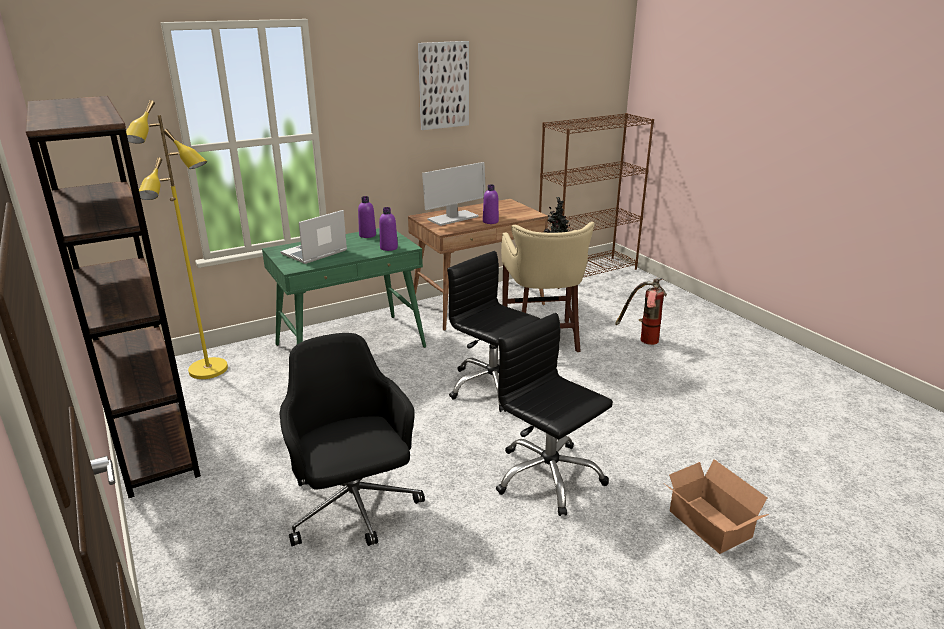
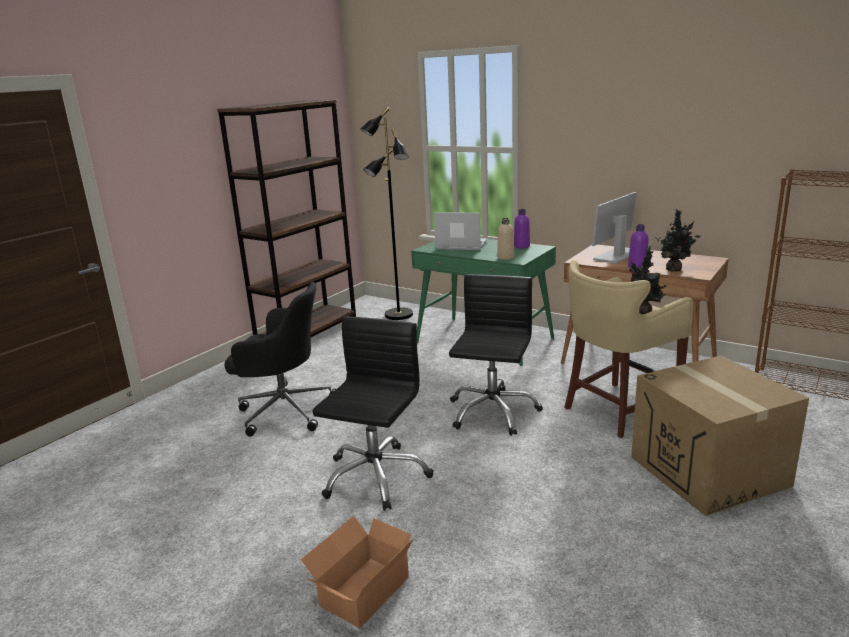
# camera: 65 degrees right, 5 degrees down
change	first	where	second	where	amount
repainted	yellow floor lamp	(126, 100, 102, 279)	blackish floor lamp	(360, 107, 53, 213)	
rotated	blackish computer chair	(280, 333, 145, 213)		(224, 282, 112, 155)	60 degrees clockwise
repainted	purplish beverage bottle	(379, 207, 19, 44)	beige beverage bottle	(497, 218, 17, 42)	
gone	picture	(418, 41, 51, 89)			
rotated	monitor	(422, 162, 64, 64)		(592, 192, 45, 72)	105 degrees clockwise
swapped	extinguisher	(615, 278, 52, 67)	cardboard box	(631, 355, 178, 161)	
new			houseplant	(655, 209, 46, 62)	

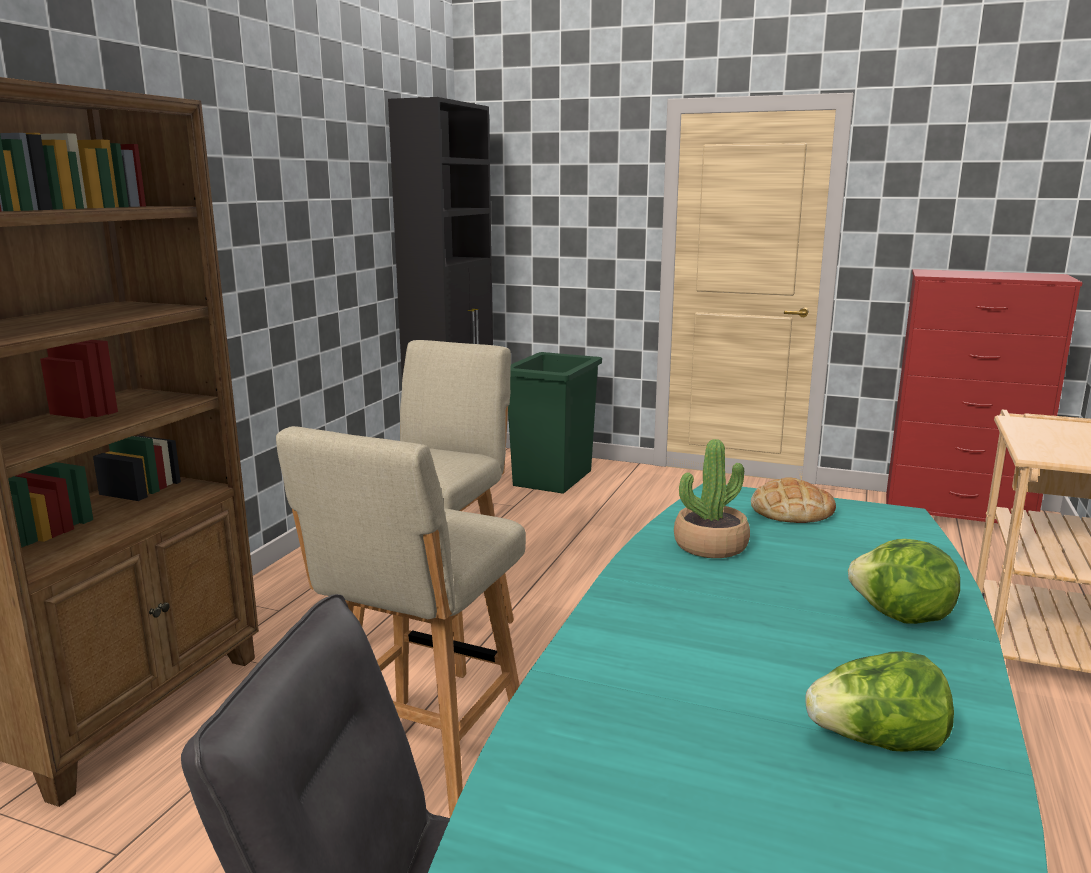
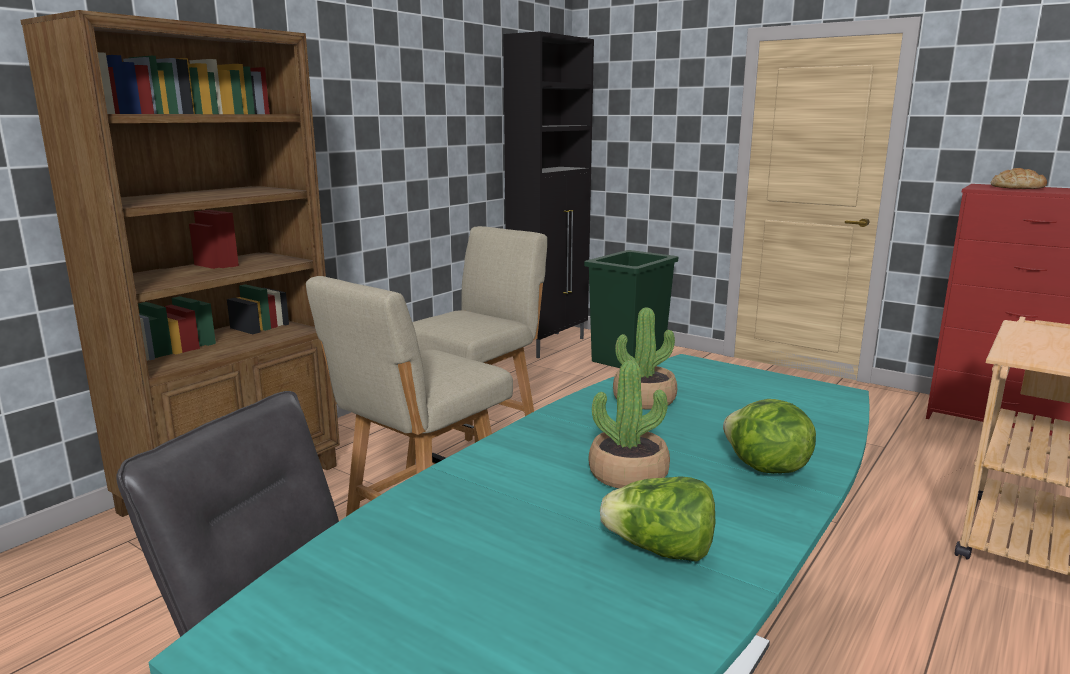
# camera: 15 degrees right, 0 degrees up
change	first	where	second	where	amount
shifted	bread	(751, 477, 85, 46)		(991, 168, 56, 21)	
new			houseplant	(589, 360, 81, 129)	

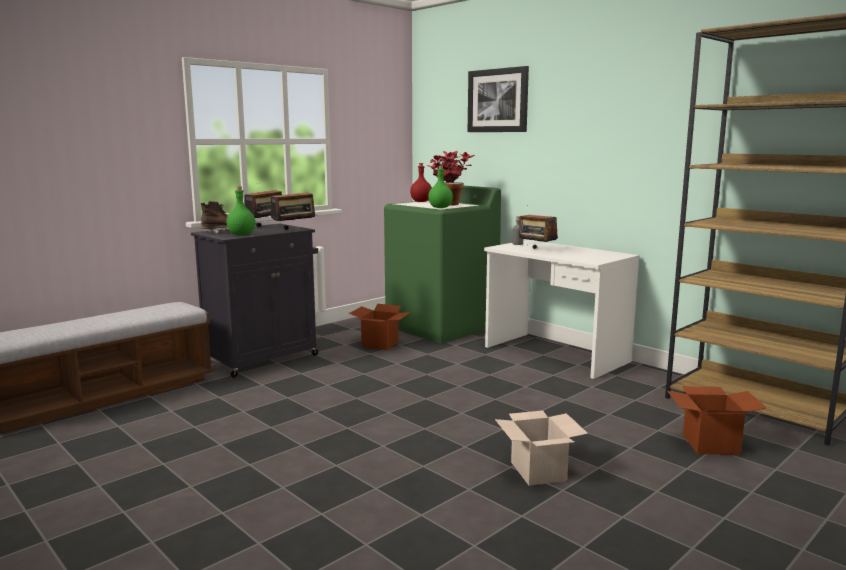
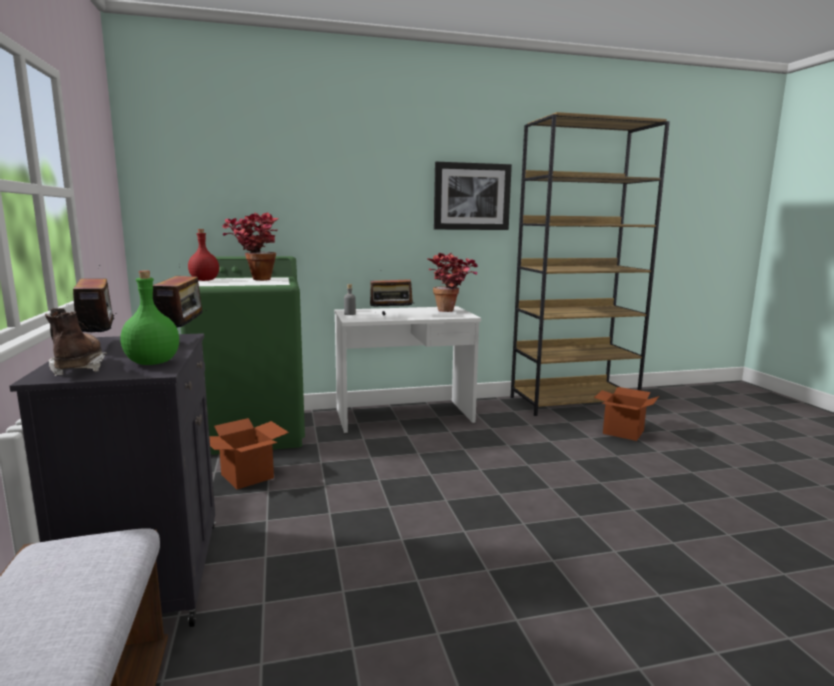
# camera: 60 degrees left, 0 degrees up
change	first	where	second	where	amount
gone	green-coloured beverage bottle	(428, 166, 25, 42)			
shifted	picture	(468, 66, 61, 66)		(434, 162, 78, 68)	
gone	cardboard box	(495, 410, 93, 76)			
new			houseplant	(427, 253, 51, 59)	

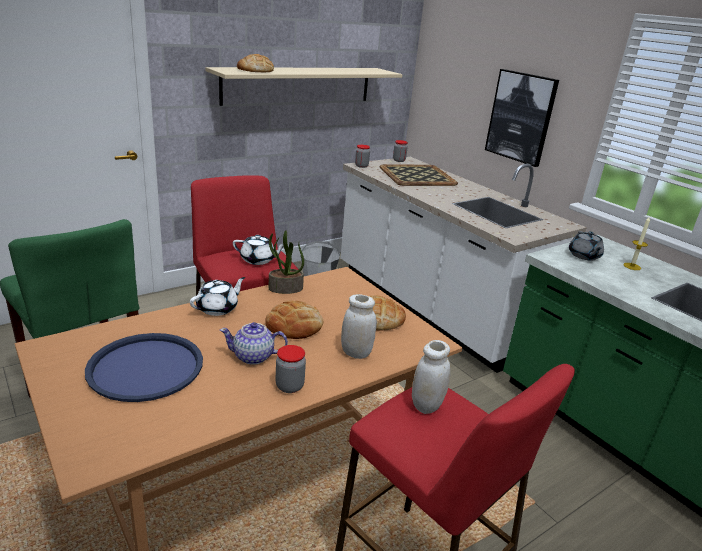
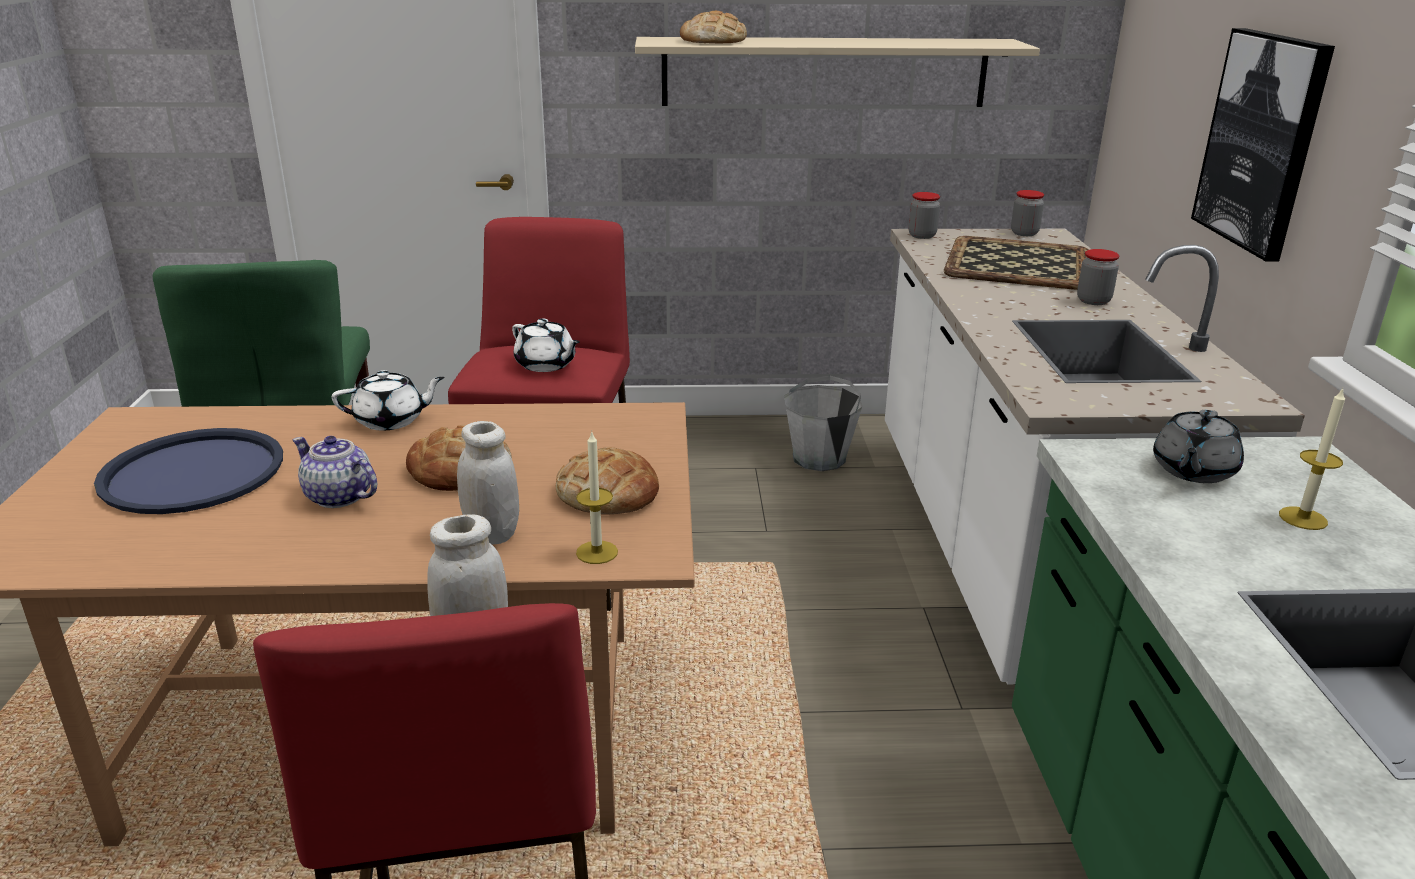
# camera: 35 degrees right, 0 degrees up
change	first	where	second	where	amount
gone	houseplant	(268, 230, 36, 64)			
shifted	storage jar	(275, 345, 31, 48)		(1077, 249, 42, 56)	
new			wax light	(576, 432, 42, 132)	

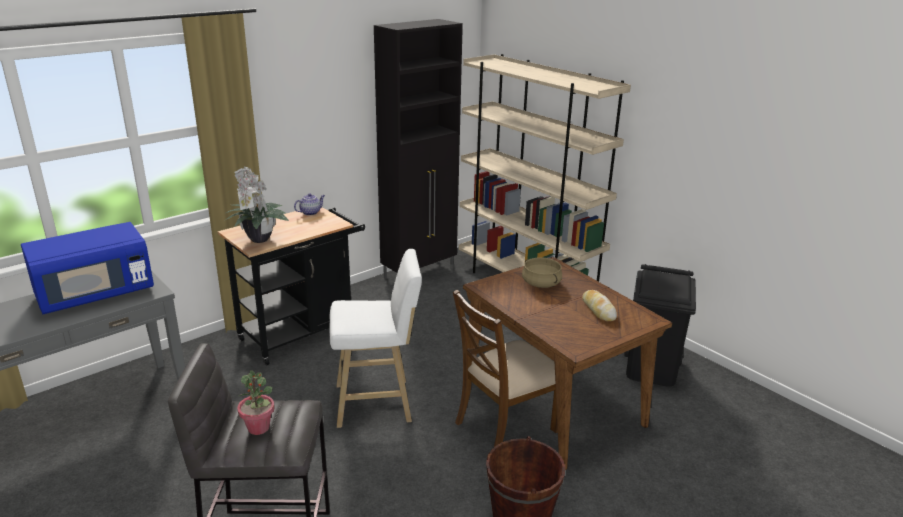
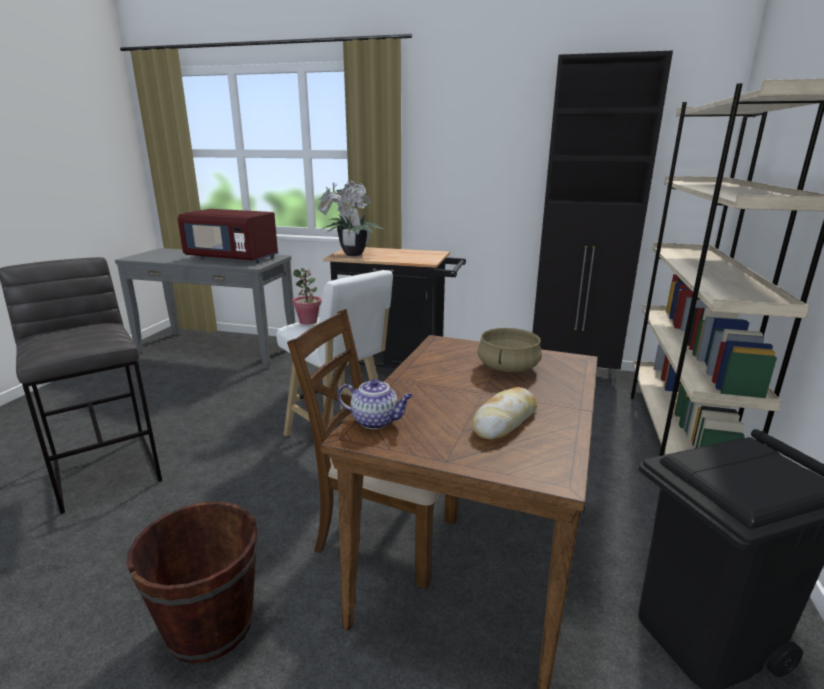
# camera: 55 degrees right, 5 degrees down
change	first	where	second	where	amount
repainted	blue microwave oven	(21, 222, 133, 93)	reddish microwave oven	(178, 209, 101, 54)	
shifted	houseplant	(237, 370, 38, 65)		(292, 268, 30, 57)	
shifted	teapot	(294, 193, 31, 23)		(338, 379, 75, 50)	

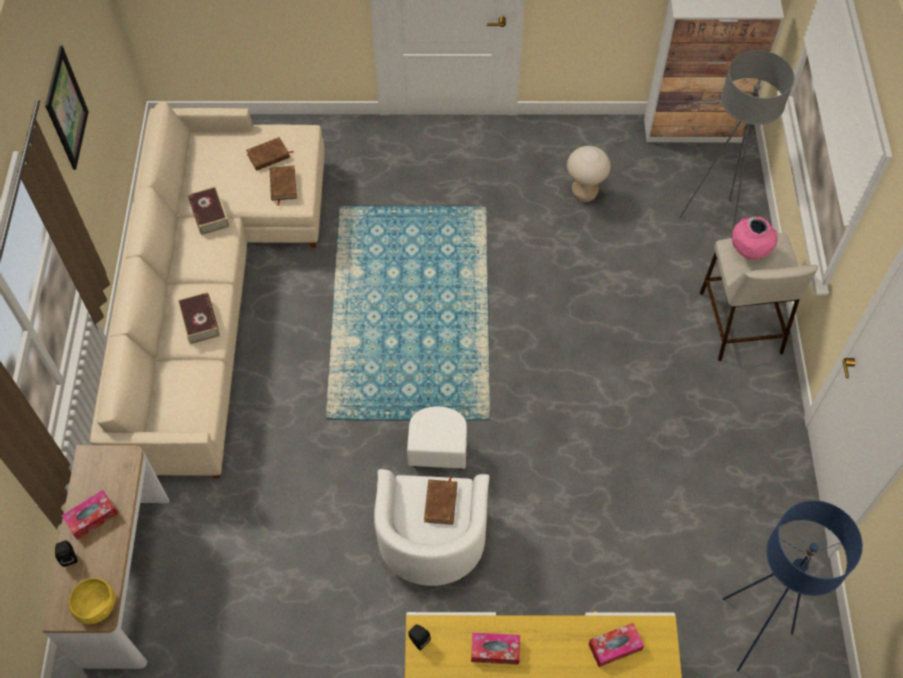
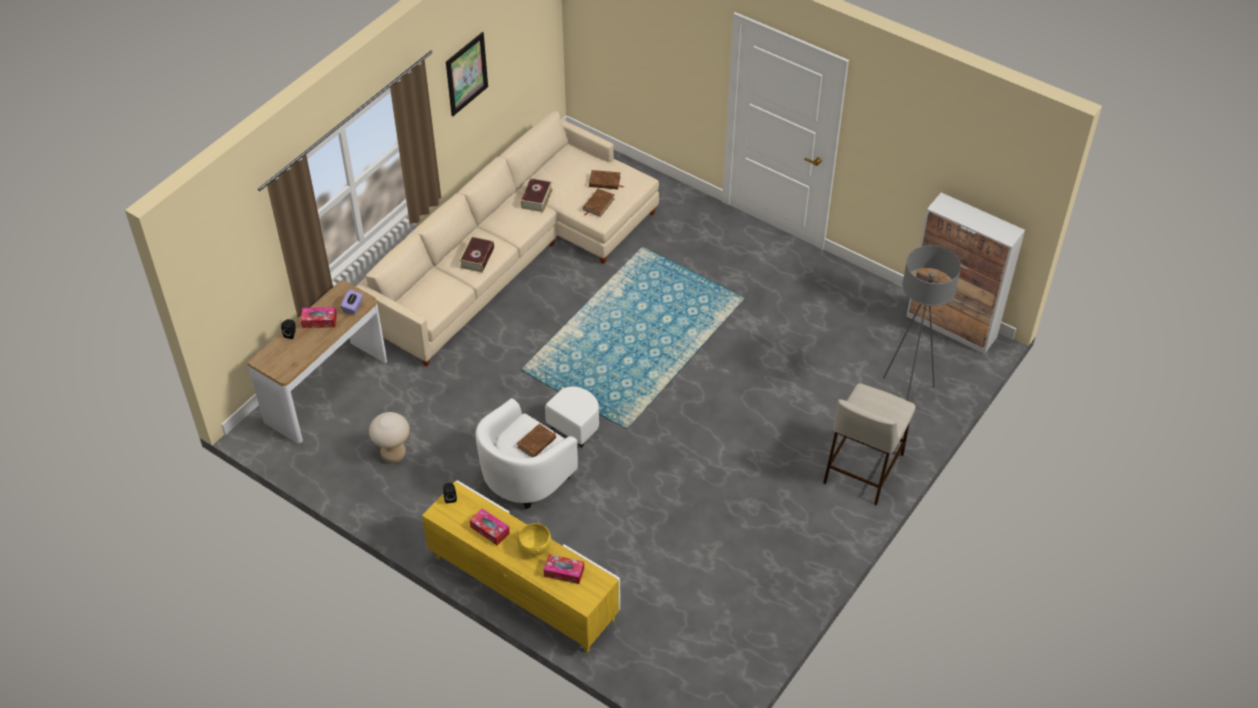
# camera: 35 degrees right, 10 degrees down
change	first	where	second	where	amount
shifted	yellow serving bowl	(69, 578, 47, 46)		(517, 523, 34, 33)	
shifted	beige sitting stool	(567, 146, 44, 56)		(369, 412, 41, 51)	
gone	blue floor lamp	(723, 500, 140, 172)			
gone	pink-coloured decorative vase	(732, 217, 46, 42)			
new			purplish box of tissues	(341, 289, 22, 26)	

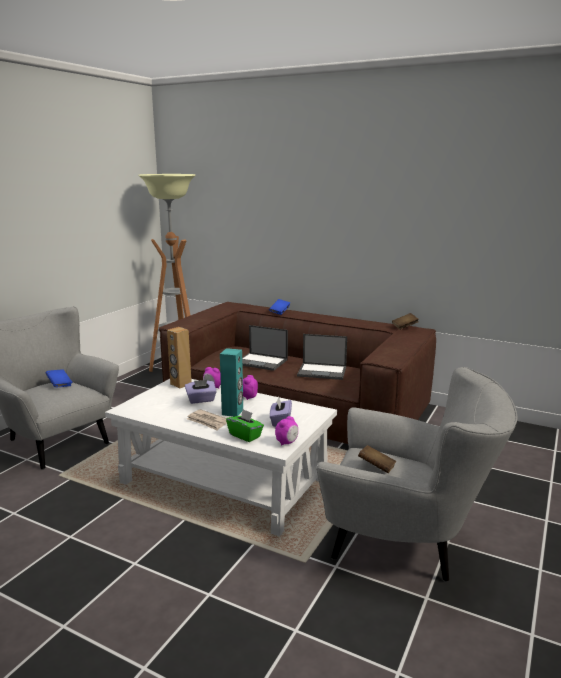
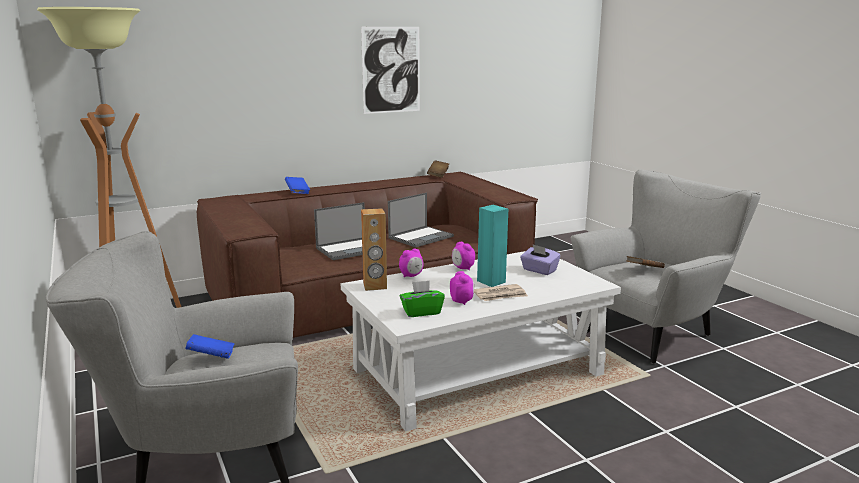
# camera: 55 degrees left, 0 degrees up
change	first	where	second	where	amount
gone	purplish box of tissues	(185, 380, 32, 24)			
shifted	green-coloured box of tissues	(226, 409, 38, 33)		(400, 280, 45, 37)	
shifted	table clock	(275, 416, 23, 30)		(450, 271, 24, 34)	
new			picture	(361, 27, 59, 87)	

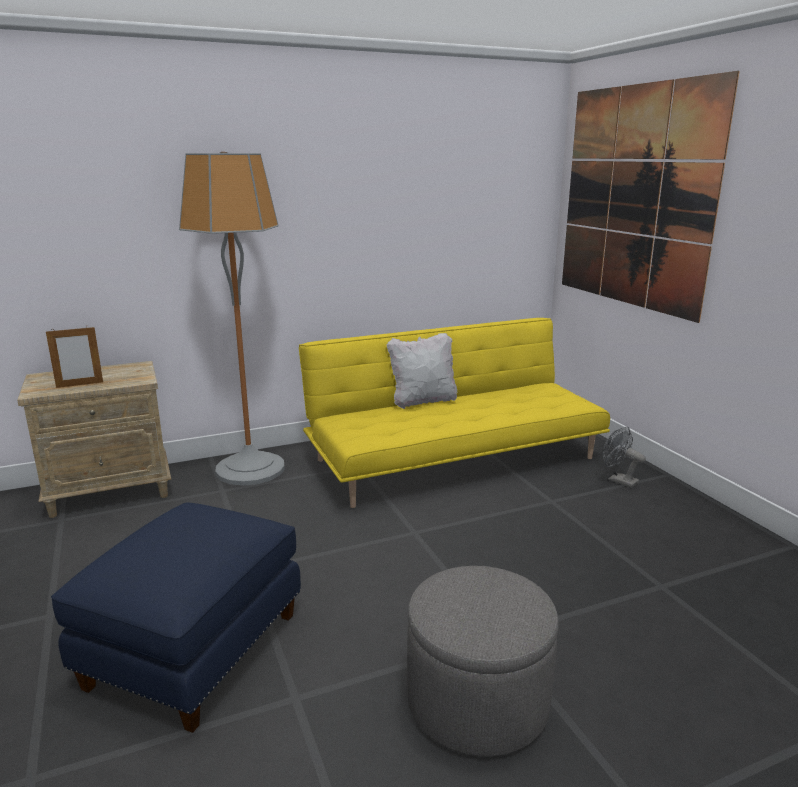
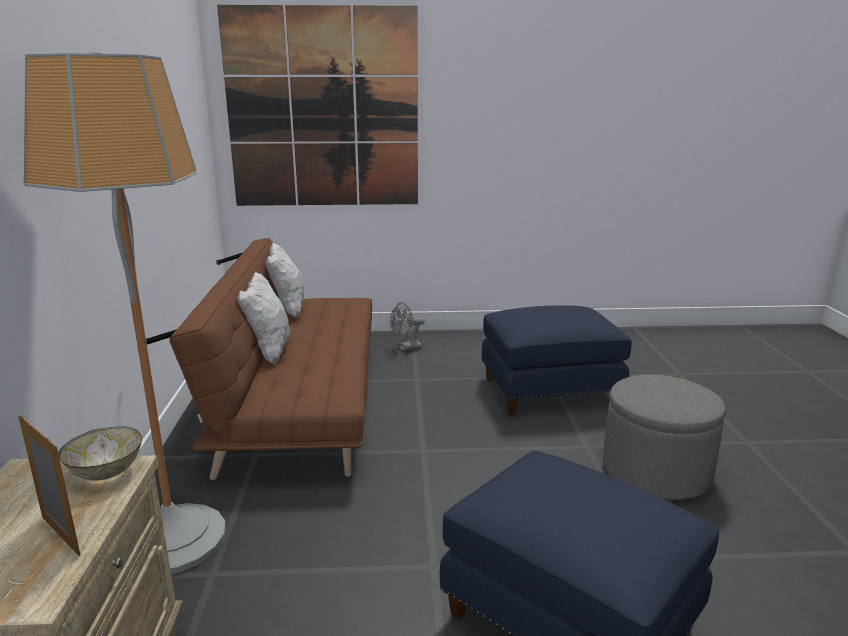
# camera: 70 degrees left, 0 degrees up
change	first	where	second	where	amount
rotated	photo frame	(46, 327, 57, 61)		(18, 415, 63, 141)	45 degrees counterclockwise
repainted	yellow settee	(299, 318, 311, 190)	brownish settee	(146, 238, 226, 242)	
new			serving bowl	(58, 426, 84, 55)	
new			white-coloured cushion	(266, 243, 38, 75)	
new			blue pouffe	(482, 305, 150, 111)	

